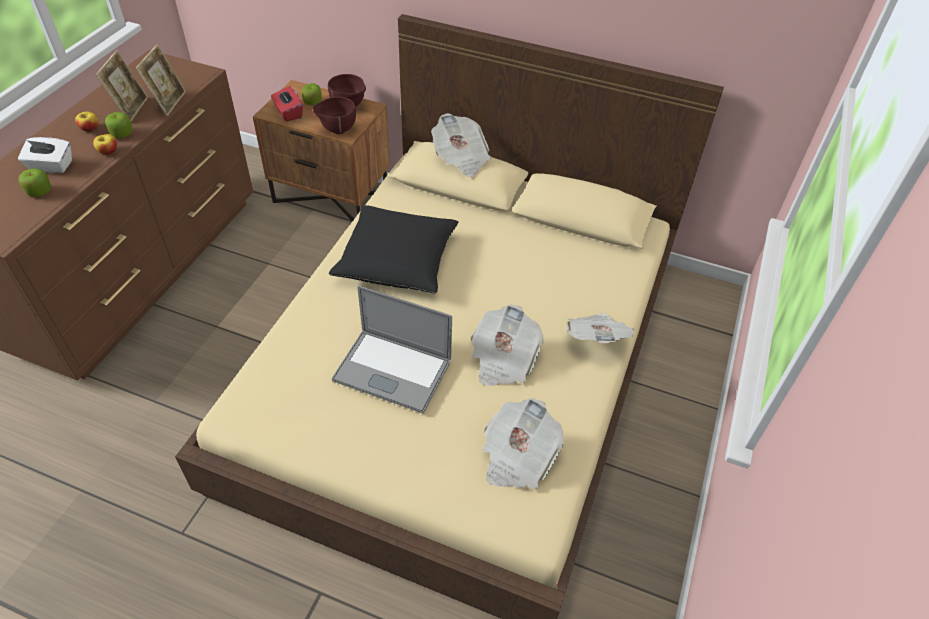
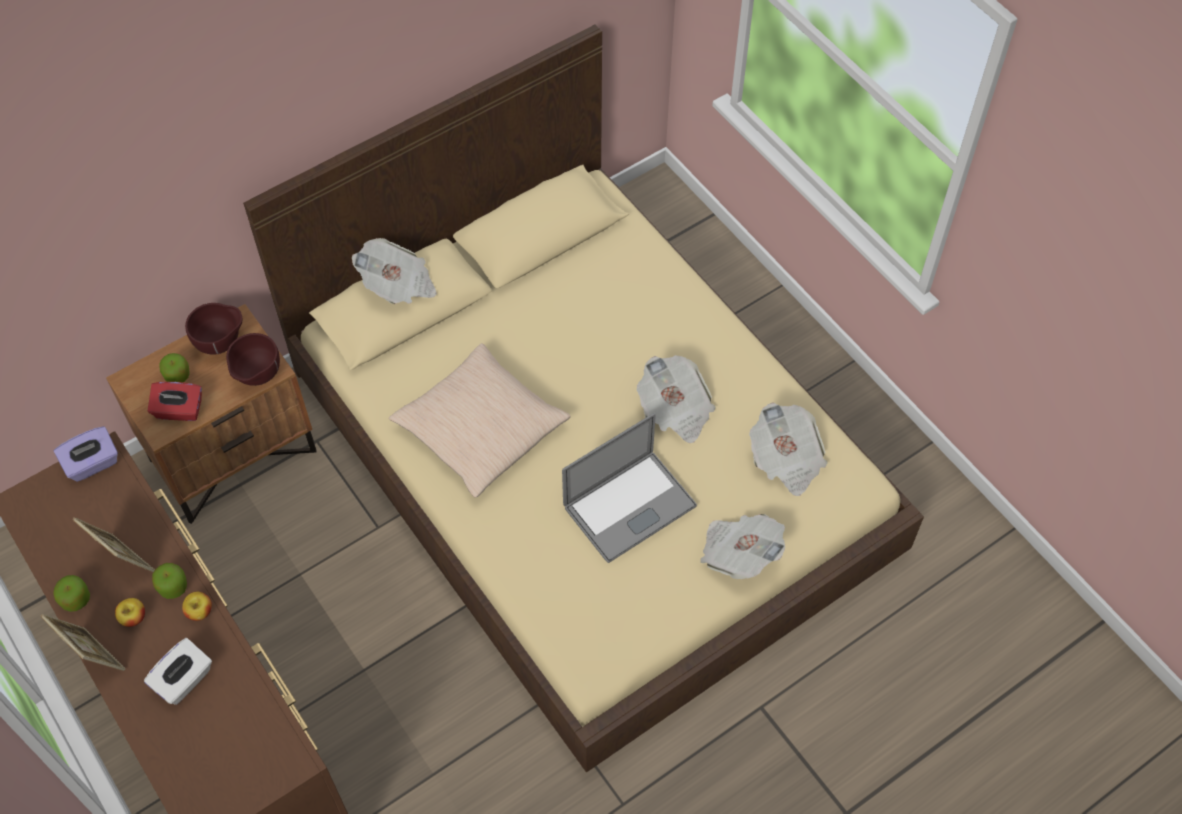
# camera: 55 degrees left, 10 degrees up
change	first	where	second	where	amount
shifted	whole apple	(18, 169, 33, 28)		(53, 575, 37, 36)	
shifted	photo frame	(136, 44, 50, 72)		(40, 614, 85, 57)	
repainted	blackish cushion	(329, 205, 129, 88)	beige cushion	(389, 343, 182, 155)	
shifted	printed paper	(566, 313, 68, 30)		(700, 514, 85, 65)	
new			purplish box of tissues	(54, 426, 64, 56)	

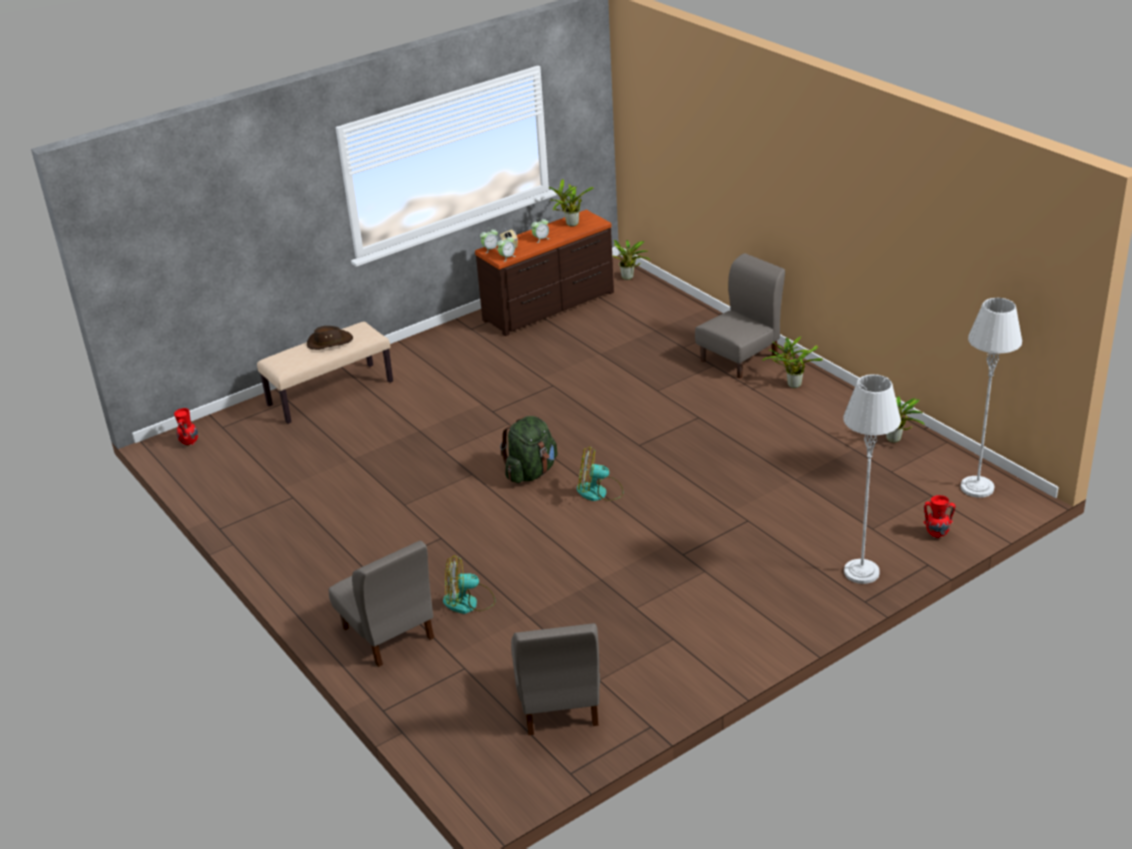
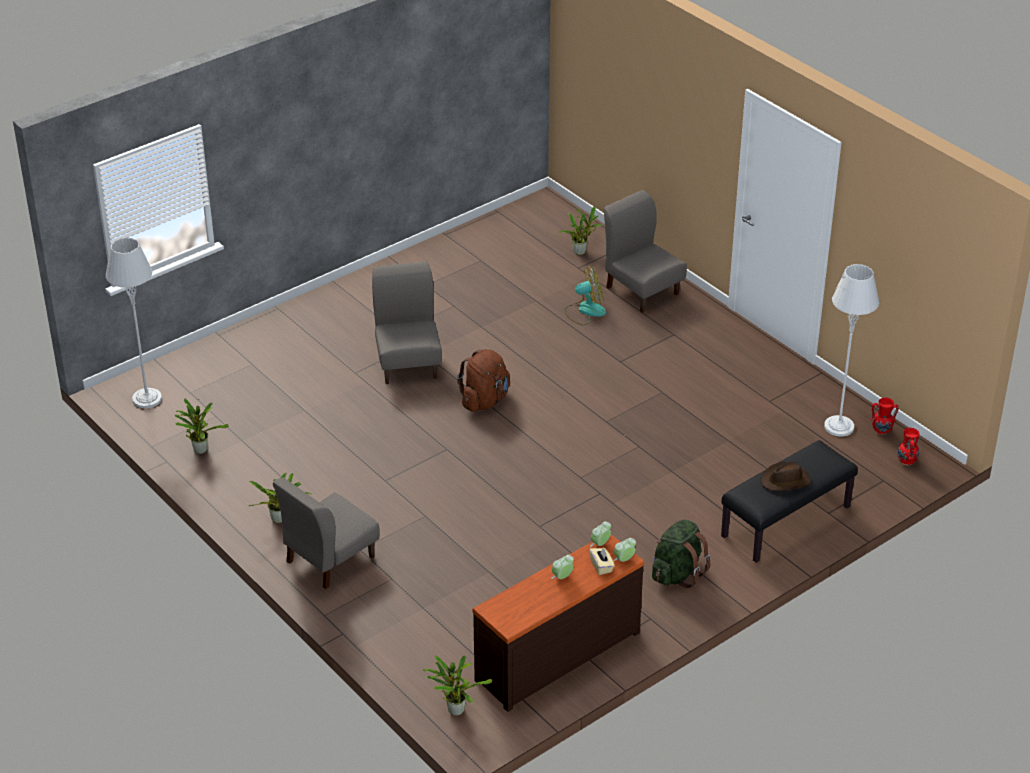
# camera: 175 degrees right, 5 degrees up
change	first	where	second	where	amount
repainted	beige bench	(257, 322, 136, 102)	blackish bench	(721, 440, 137, 123)	
shifted	green-coloured knapsack	(500, 416, 58, 67)		(652, 519, 59, 70)	
shifted	gray upright chair	(511, 623, 89, 112)		(372, 262, 70, 122)	
shifted	houseplant	(549, 179, 45, 48)		(558, 207, 45, 48)	
swapped	fan	(577, 447, 46, 54)	brownish knapsack	(457, 349, 53, 63)	
shifted	gray floor lamp	(843, 374, 58, 210)		(824, 264, 55, 173)	
shifted	reddish decorative vase	(924, 495, 31, 43)		(871, 397, 28, 38)	

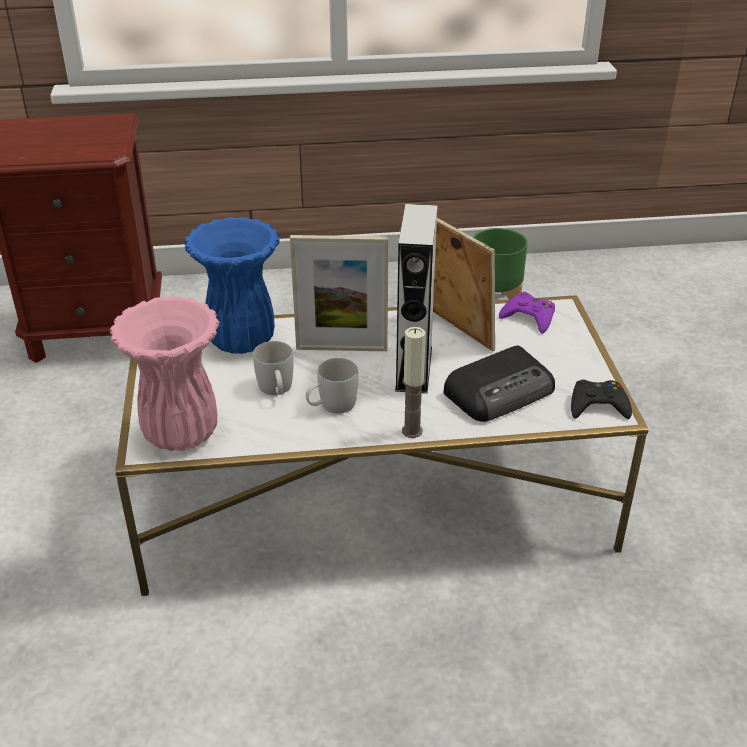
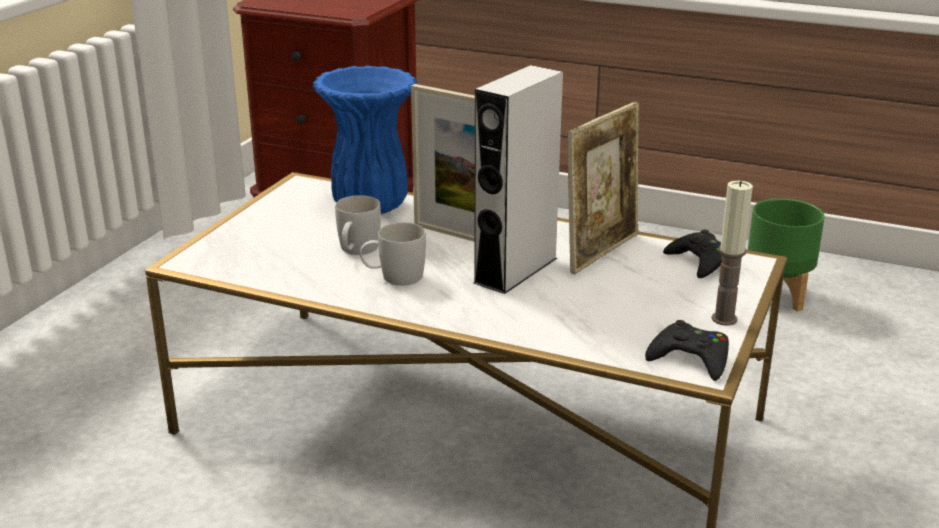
# camera: 30 degrees right, 10 degrees down
change	first	where	second	where	amount
gone	pink-coloured decorative vase	(109, 296, 111, 155)			
shifted	wax light	(402, 327, 24, 111)		(712, 181, 41, 145)	
rotated	photo frame	(433, 218, 63, 133)		(567, 102, 72, 173)	45 degrees clockwise
gone	radio set	(443, 346, 112, 76)			
repainted	purplish joypad	(499, 292, 56, 42)	blackish joypad	(663, 229, 59, 49)	

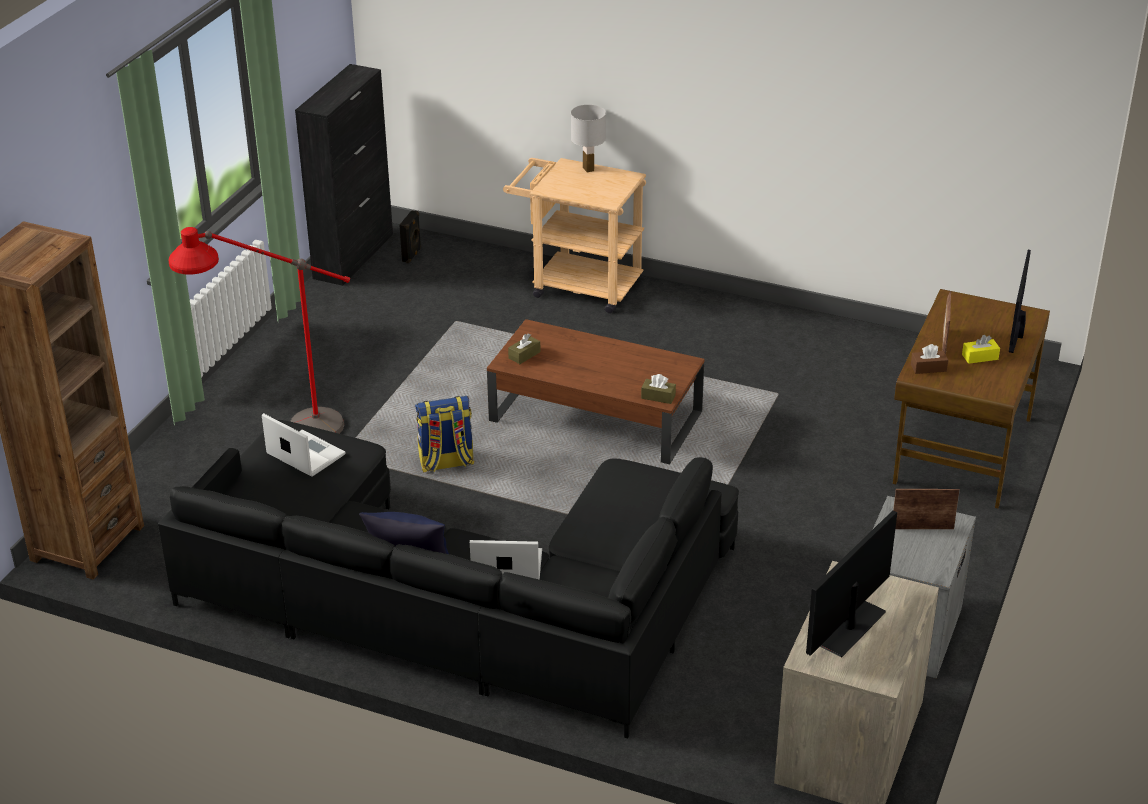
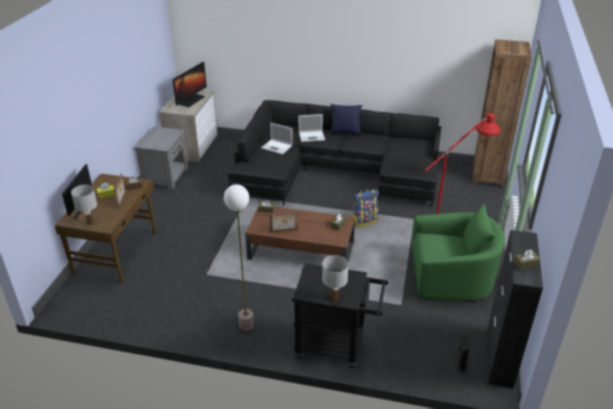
# camera: 170 degrees right, 0 degrees up
change	first	where	second	where	amount
shifted	laptop	(262, 413, 84, 64)		(261, 123, 32, 32)	
repainted	beige trolley	(503, 158, 143, 155)	blackish trolley	(292, 263, 96, 106)	
shifted	photo frame	(893, 489, 67, 40)		(269, 211, 29, 21)	
new			white-coloured table lamp	(71, 185, 26, 40)	
new			floor lamp	(224, 184, 30, 147)	
new			green-coloured armchair	(412, 204, 93, 97)	
new			brownish box of tissues	(514, 250, 26, 19)	

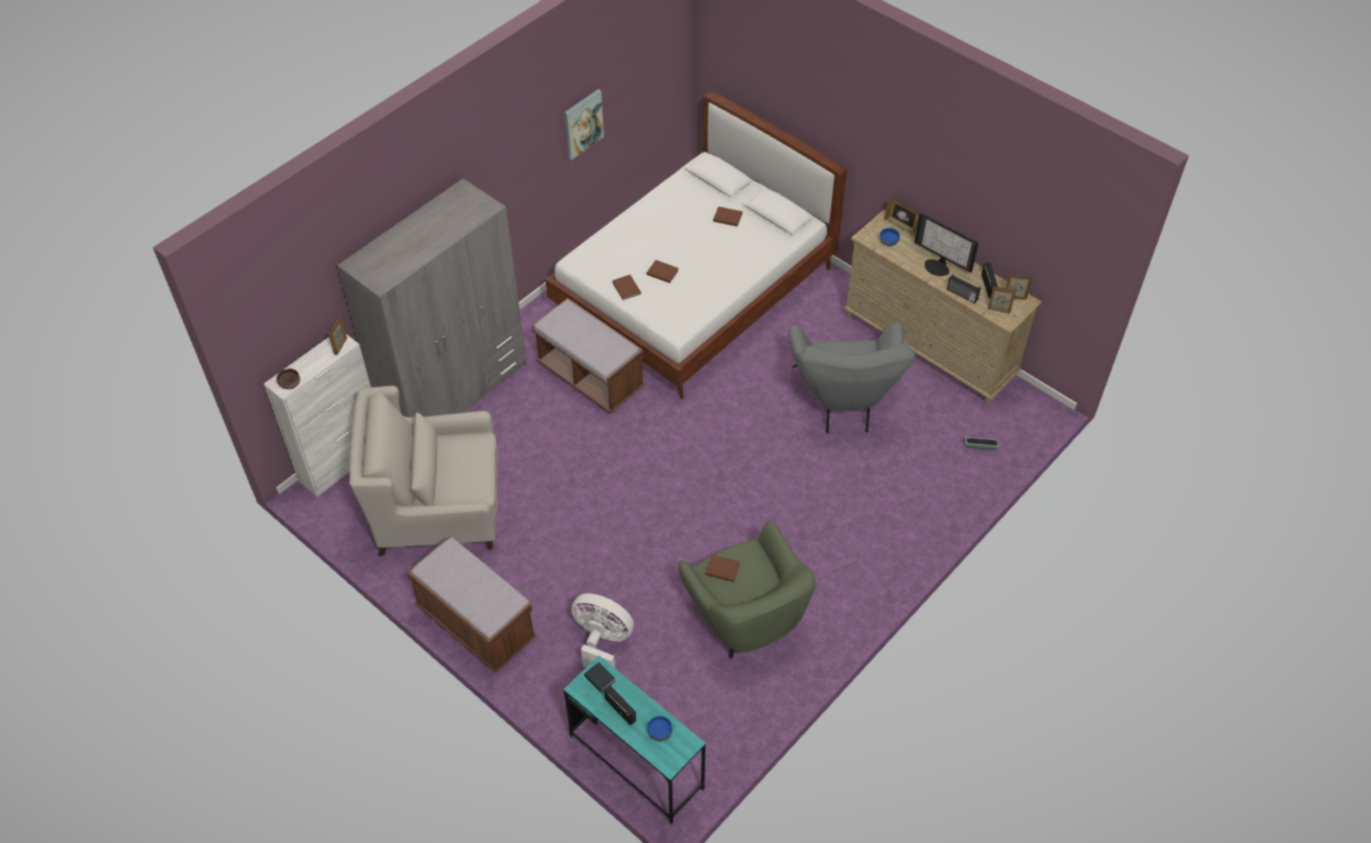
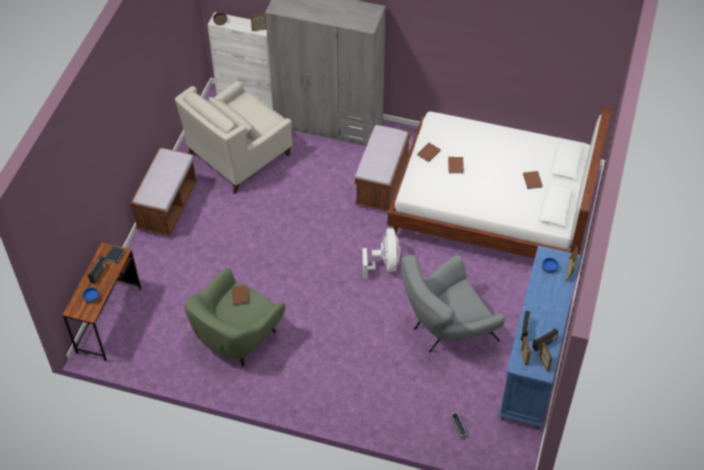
# camera: 65 degrees right, 0 degrees up
change	first	where	second	where	amount
rotated	white-coloured armchair	(350, 386, 148, 170)		(175, 81, 118, 113)	105 degrees counterclockwise
repainted	turquoise desk	(563, 656, 143, 168)	brownish desk	(63, 242, 79, 119)	
gone	picture	(564, 89, 40, 71)			
shifted	white-coloured fan	(571, 593, 63, 75)		(362, 228, 38, 51)	
repainted	beige chest of drawers	(844, 210, 198, 196)	blue chest of drawers	(499, 245, 82, 184)	
gone	monitor	(914, 213, 65, 63)			

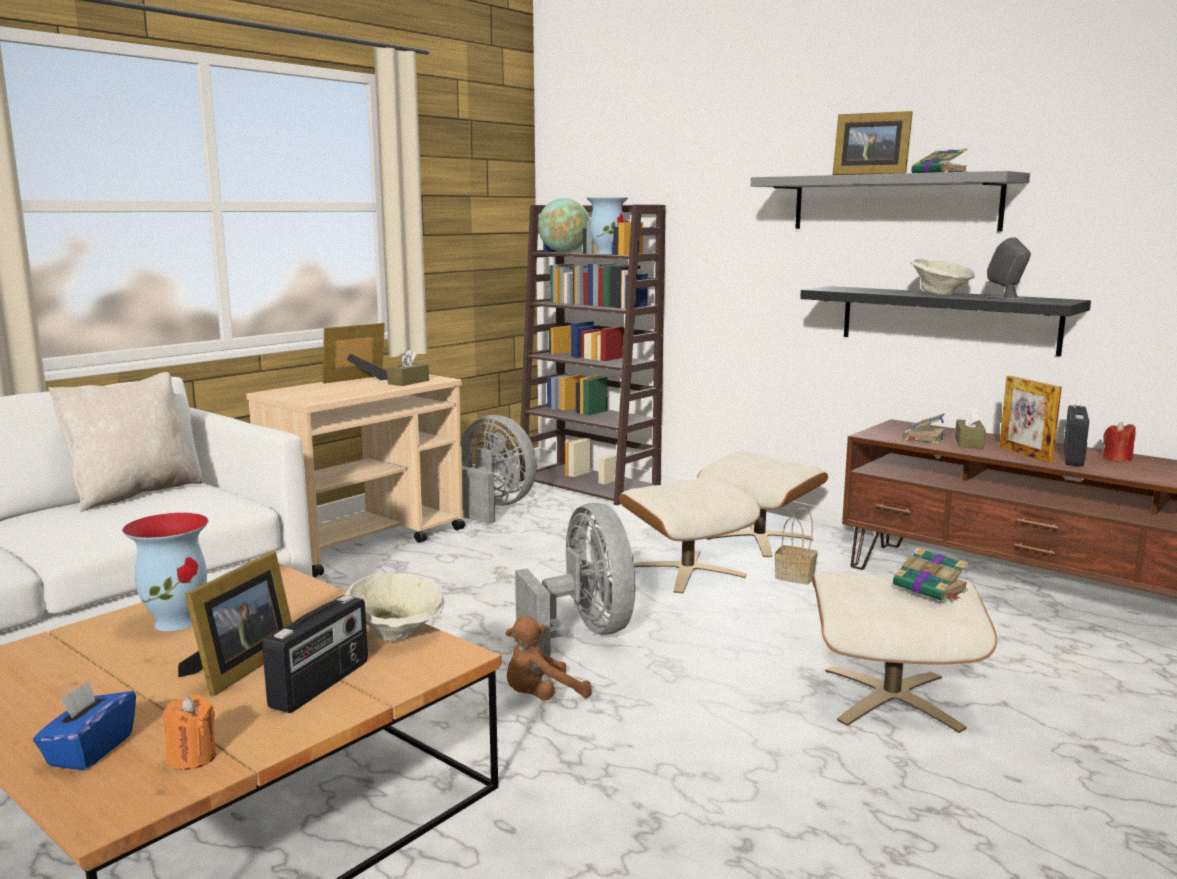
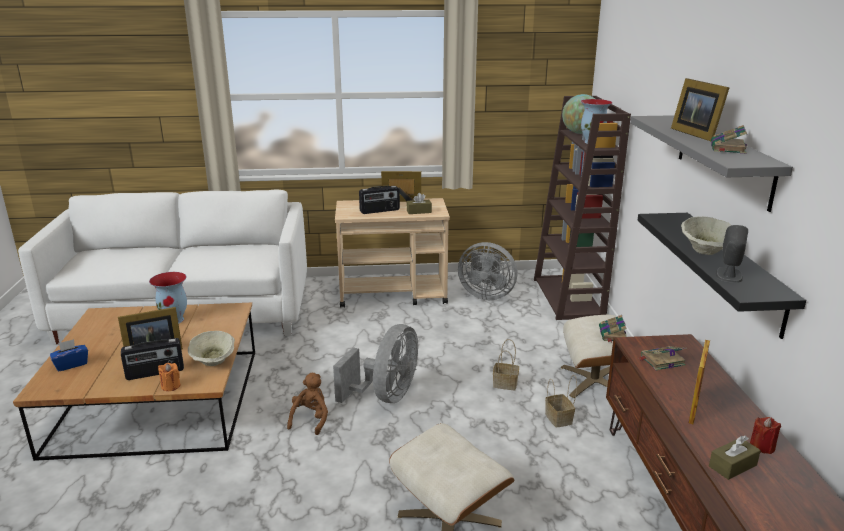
# camera: 45 degrees right, 10 degrees up
change	first	where	second	where	amount
gone	beige cushion	(48, 372, 154, 140)			
shifted	orange wax light	(163, 694, 53, 76)		(158, 363, 22, 28)	
rotated	gray fan	(461, 415, 76, 109)		(458, 242, 60, 58)	120 degrees clockwise
rotated	brownish cuddly toy	(506, 615, 86, 85)		(287, 373, 41, 62)	90 degrees clockwise
swapped	beige pouffe	(619, 476, 142, 118)	household basket	(493, 339, 26, 51)	
shifted	bound book	(893, 548, 75, 53)		(599, 315, 28, 27)	
shifted	brownish box of tissues	(955, 407, 31, 42)		(709, 436, 52, 44)	
shifted	radio set	(1063, 405, 26, 62)		(359, 186, 41, 28)	

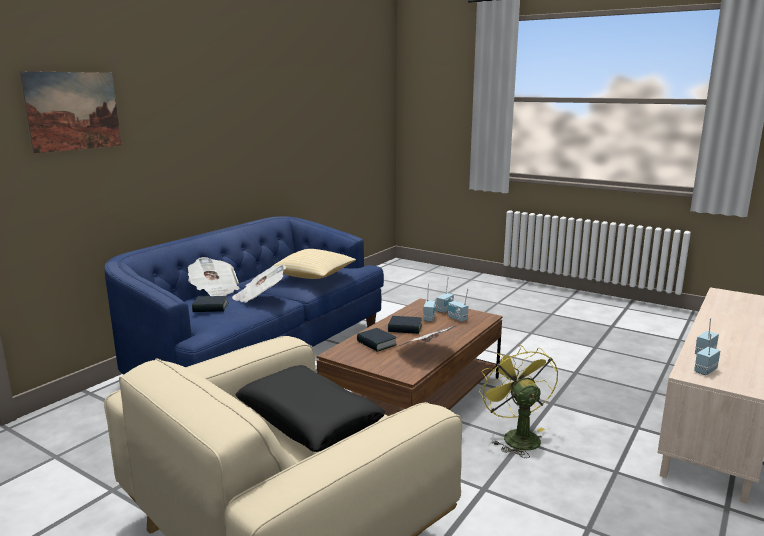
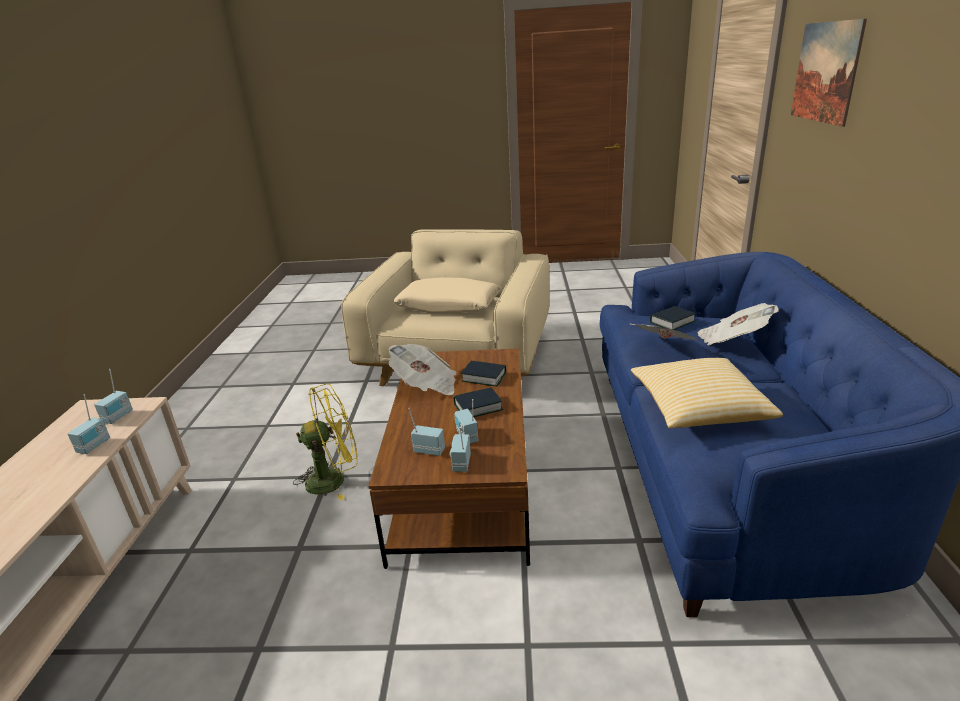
# camera: 150 degrees right, 10 degrees up
change	first	where	second	where	amount
repainted	blackish cushion	(235, 365, 150, 87)	beige cushion	(393, 277, 108, 36)	
rotated	yellow fan	(479, 344, 79, 114)		(293, 383, 65, 118)	60 degrees counterclockwise

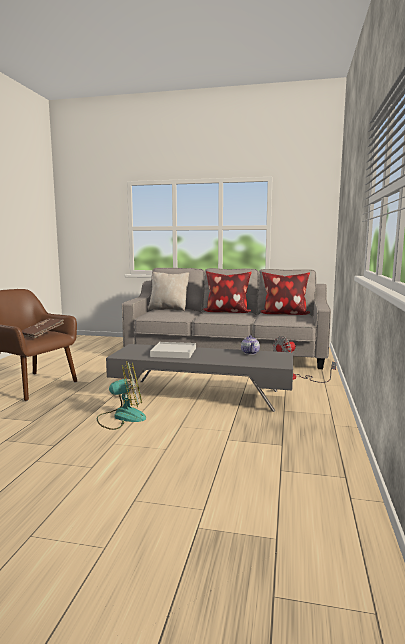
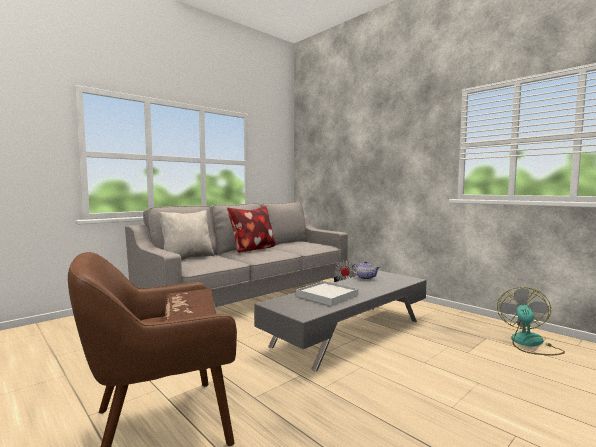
# camera: 55 degrees left, 5 degrees down
change	first	where	second	where	amount
shifted	fan	(97, 361, 49, 69)		(497, 287, 68, 68)	
gone	cushion	(260, 272, 50, 43)			

